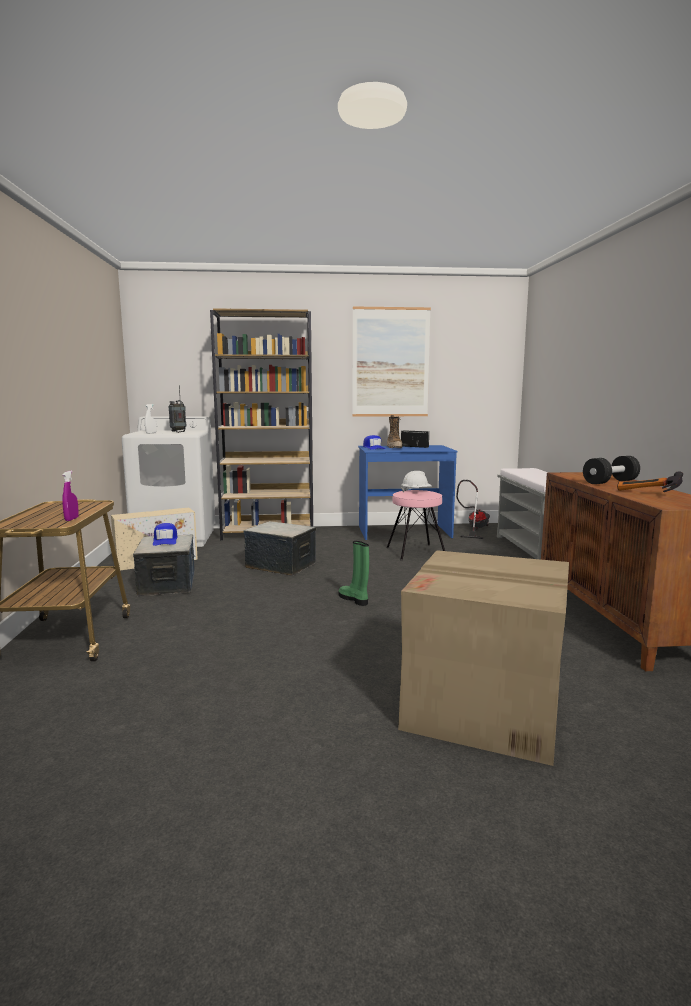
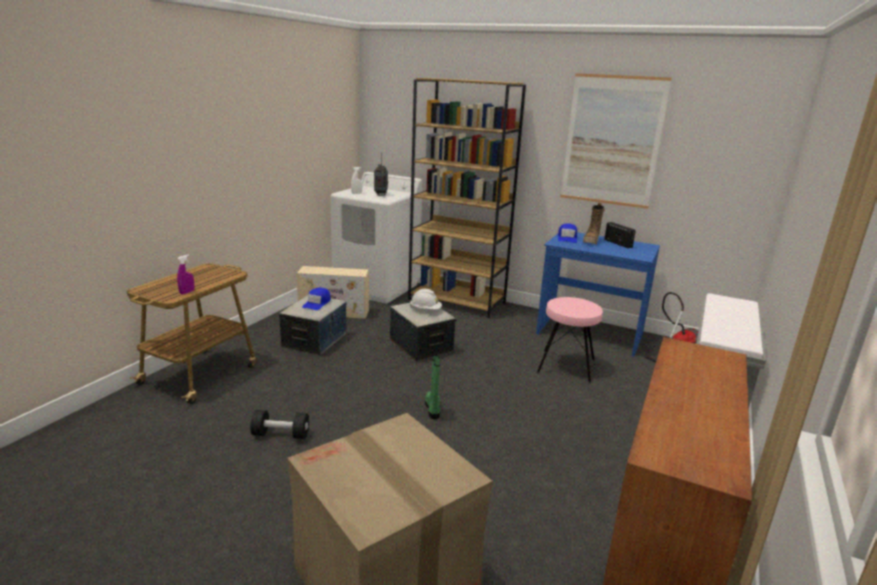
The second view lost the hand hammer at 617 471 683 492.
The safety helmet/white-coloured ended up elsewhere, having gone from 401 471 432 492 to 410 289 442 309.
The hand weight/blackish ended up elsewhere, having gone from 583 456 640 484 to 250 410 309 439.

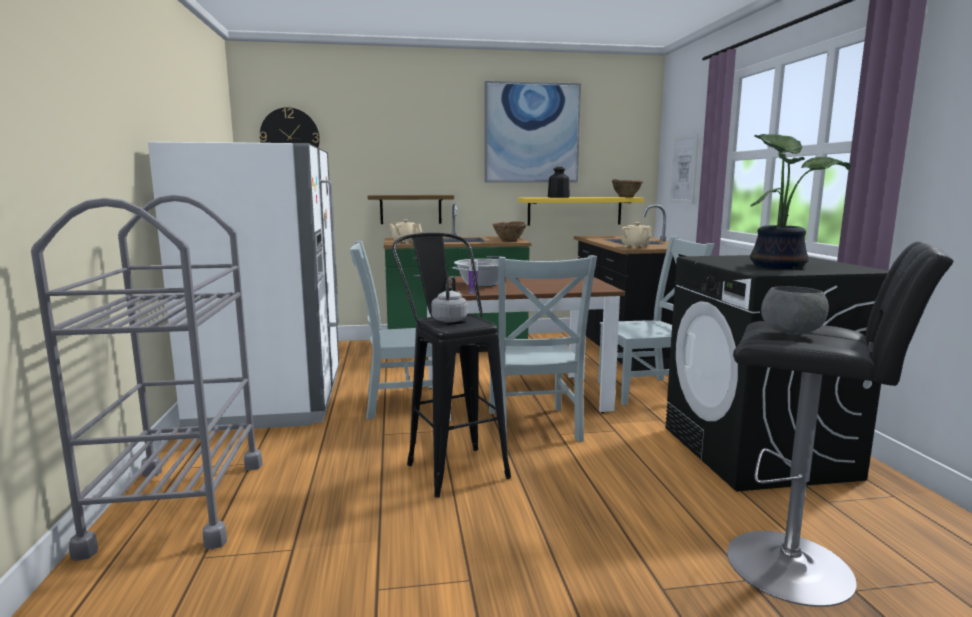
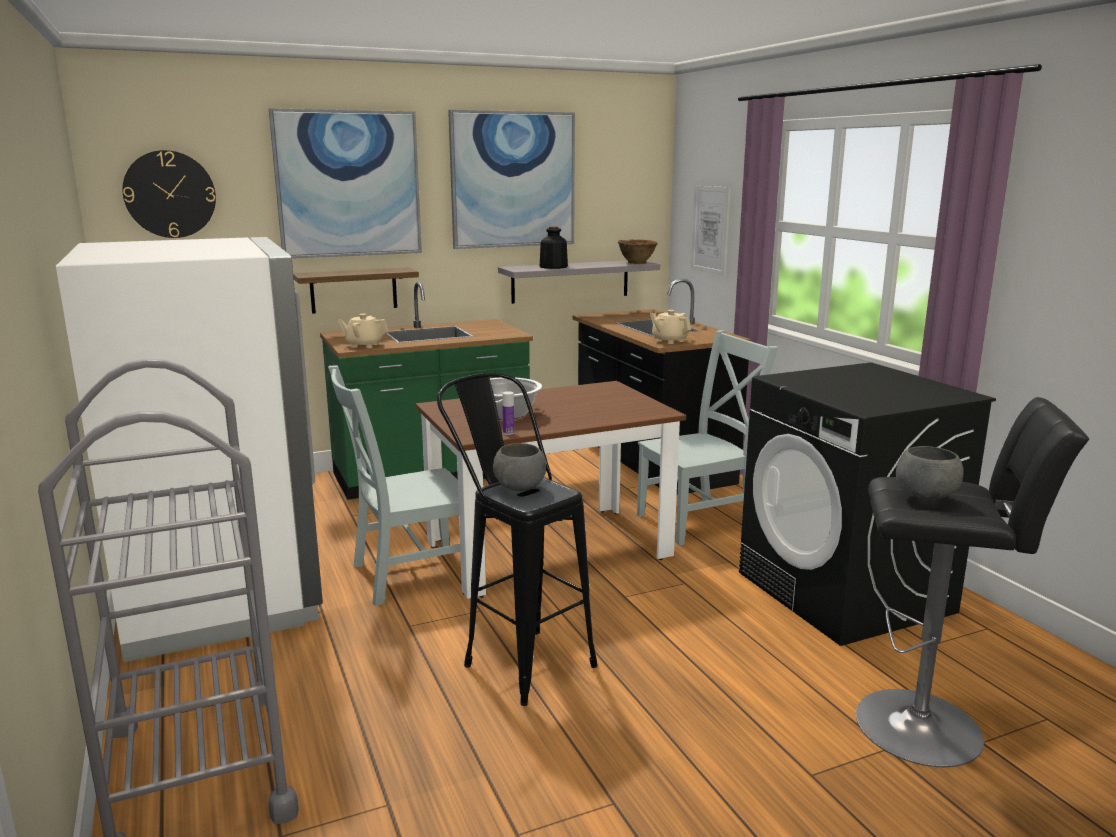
The second view lost the chair/grey at 489 255 597 446.
The second view lost the bowl/brown-coloured at 492 221 526 242.
The second view lost the houseplant at 750 134 851 269.
The second view gained the wall picture at 269 108 422 259.
Where the water kettle/grey stood at 431 276 467 322, the bowl/grey came to stand at 493 443 546 491.
What was the bracket shelf/yellow-coloured at 518 197 644 226 turned into the bracket shelf/grey at 498 260 660 304.

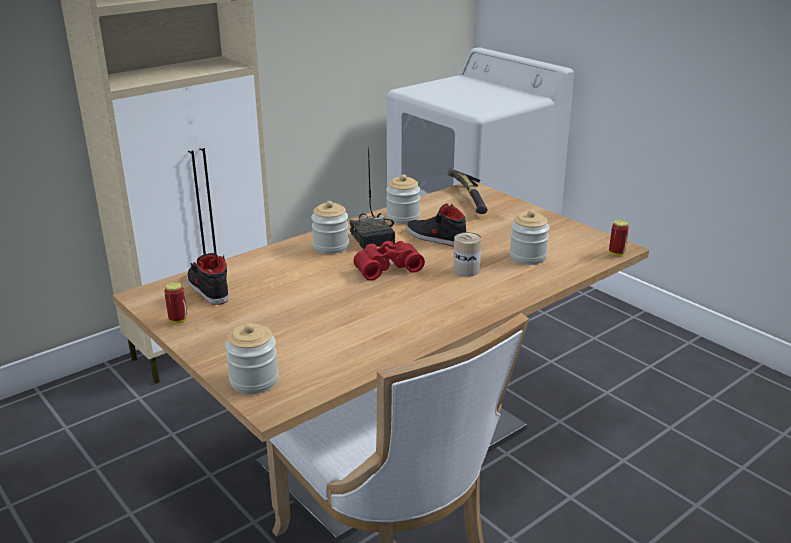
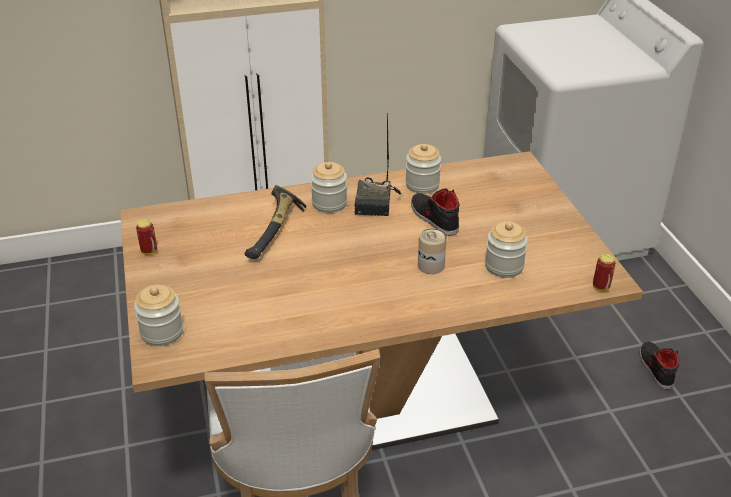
The second view lost the field glasses/red-coloured at 354 241 425 281.
The low shoe/blackish ended up elsewhere, having gone from 187 253 229 305 to 640 342 679 389.
The hand hammer ended up elsewhere, having gone from 447 168 488 214 to 245 185 306 259.

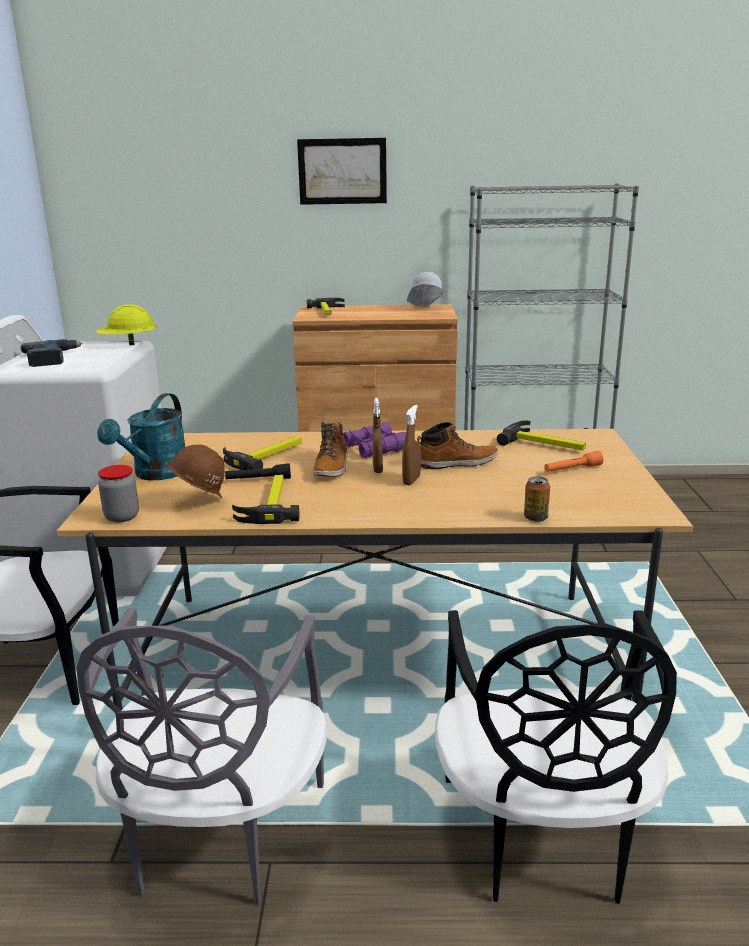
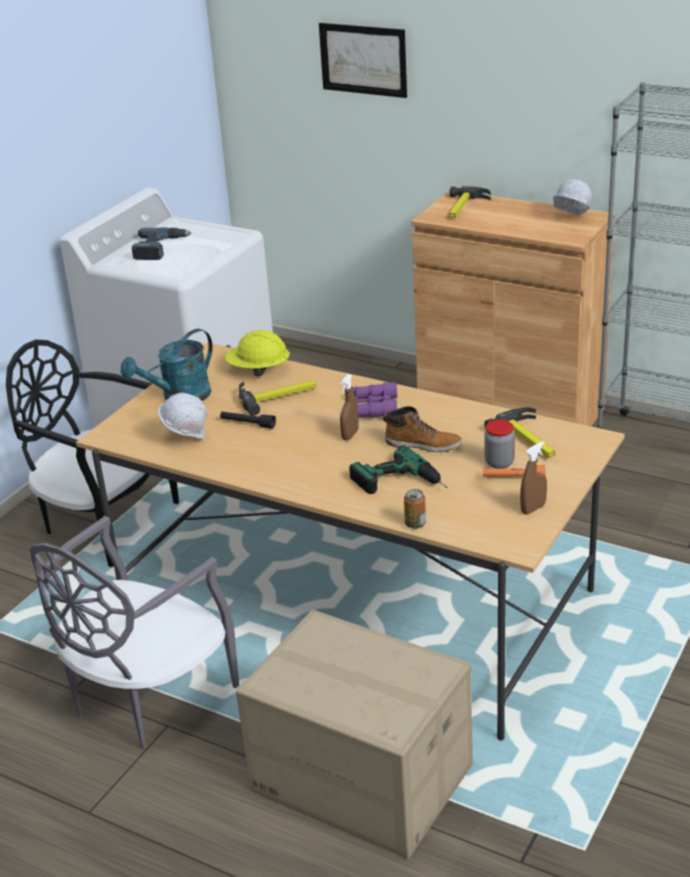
The second view lost the hand hammer at 232 475 299 524.
The second view lost the boot at 313 422 348 477.
The second view gained the drill at 349 445 448 494.
The safety helmet/yellow-coloured ended up elsewhere, having gone from 95 304 157 345 to 225 330 290 376.
The storage jar ended up elsewhere, having gone from 98 465 139 522 to 484 420 515 469.
The wall picture ended up elsewhere, having gone from 297 138 387 205 to 319 23 407 98.
The hand sprayer/brown-coloured ended up elsewhere, having gone from 402 405 421 485 to 520 441 547 514.
Where the chair/blackish stood at 435 610 677 904, the packing box came to stand at 236 610 473 859.
What was the safety helmet/brown-coloured at 167 444 225 499 turned into the safety helmet/white-coloured at 158 393 207 440.

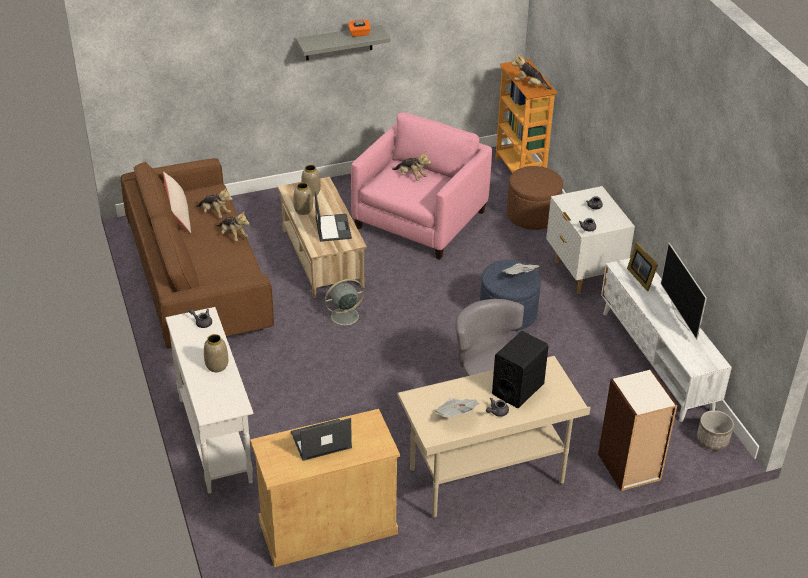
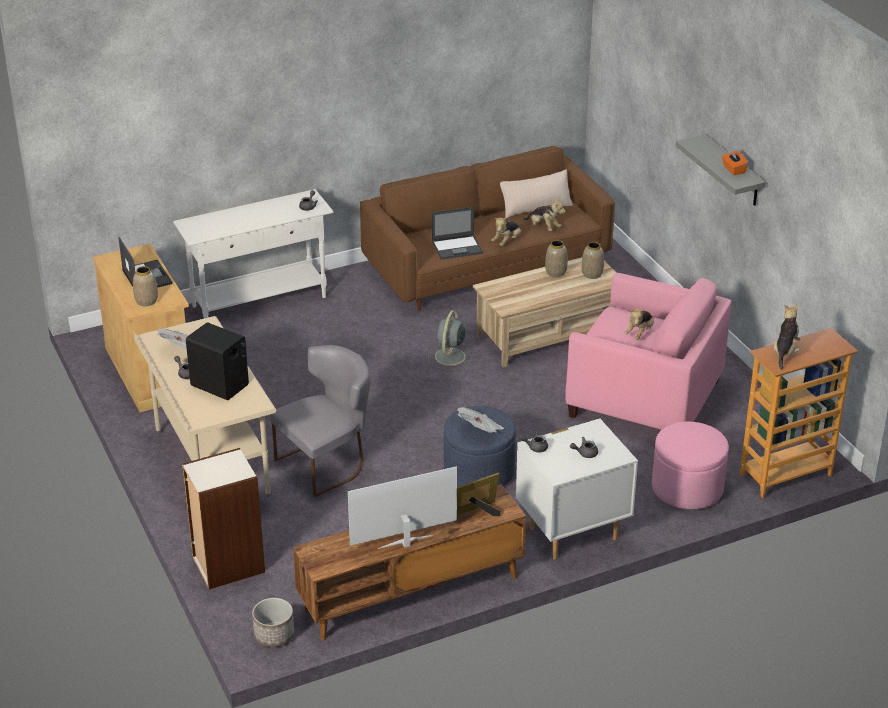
The flower vase ended up elsewhere, having gone from 204 334 228 372 to 133 266 158 306.
The laptop ended up elsewhere, having gone from 315 191 352 242 to 432 207 483 260.
What was the pouffe/brown-coloured at 507 166 563 230 turned into the pouffe/pinkish at 652 422 729 509.
What was the tv stand/white-coloured at 601 258 732 422 turned into the tv stand/brown-coloured at 293 484 526 640.
The soft toy at 195 188 233 218 ended up facing another way, 75 degrees counterclockwise from before.
The cooling fan/grey at 324 279 368 331 ended up facing another way, 135 degrees counterclockwise from before.

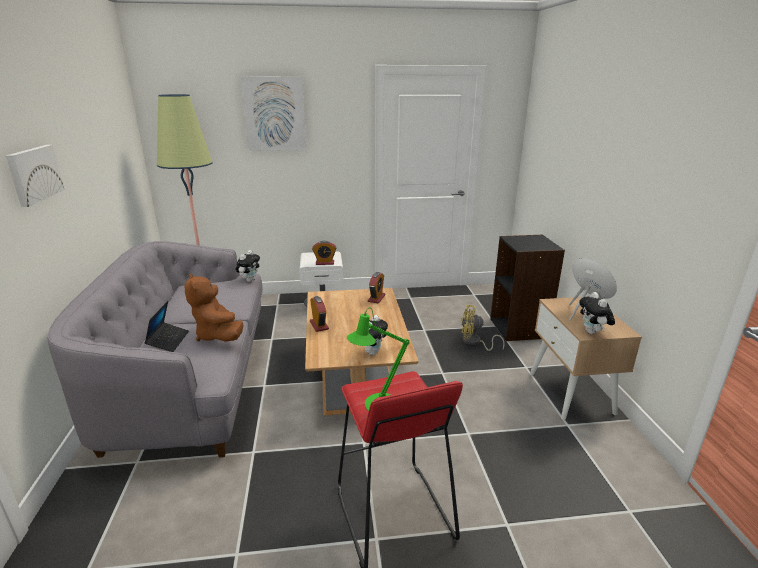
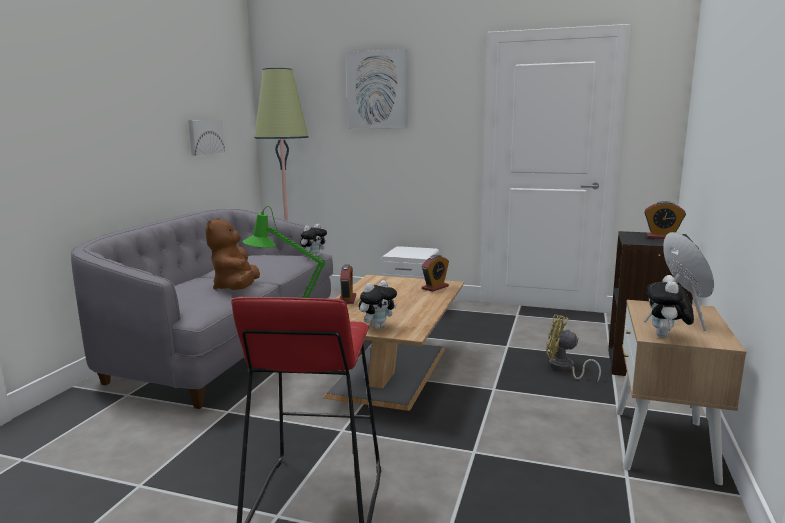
The second view lost the laptop at 144 301 189 352.
The wall picture ended up elsewhere, having gone from 6 145 65 207 to 188 120 225 156.
The bedside clock ended up elsewhere, having gone from 312 241 336 265 to 644 201 686 239.

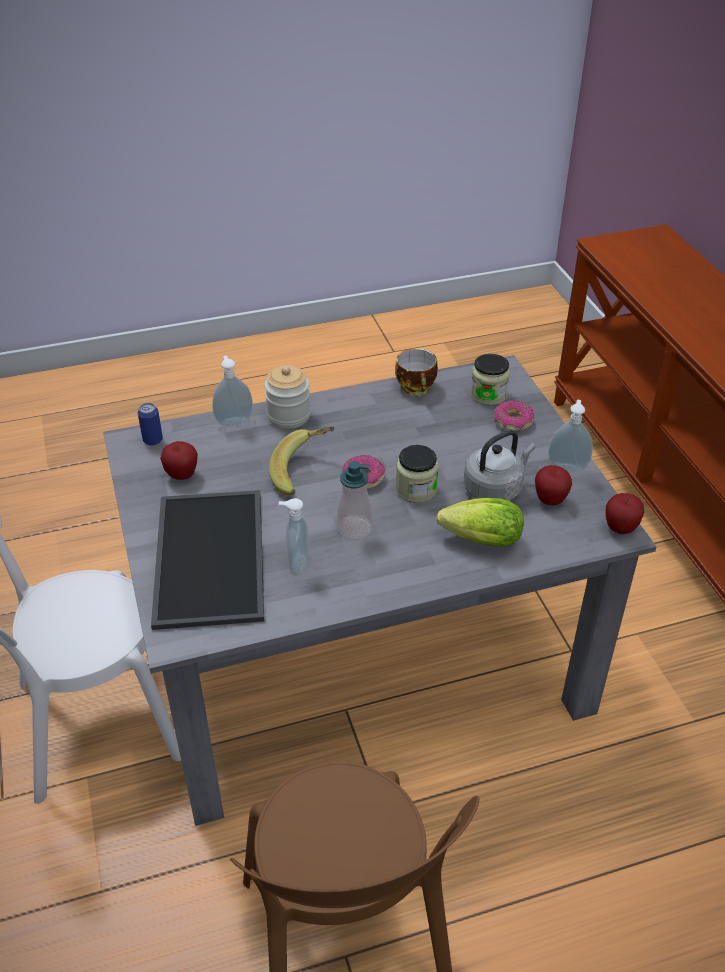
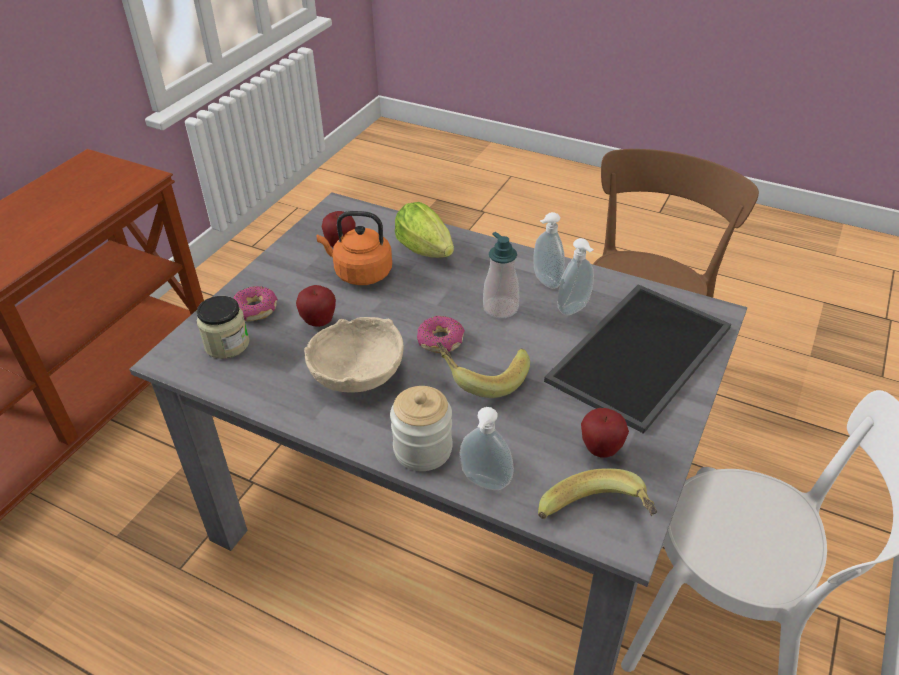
The second view lost the drinking cup at 395 348 438 395.
The second view lost the storage jar at 396 445 439 503.
The second view gained the bowl/beige at 304 317 403 392.
The soap bottle ended up elsewhere, having gone from 548 400 593 473 to 533 212 565 289.
The apple fruit ended up elsewhere, having gone from 605 493 644 534 to 296 285 336 327.
Where the can stood at 138 402 163 446, the whole banana came to stand at 538 468 657 519.
What was the water kettle/grey at 464 430 536 501 turned into the water kettle/orangey at 317 211 392 285.

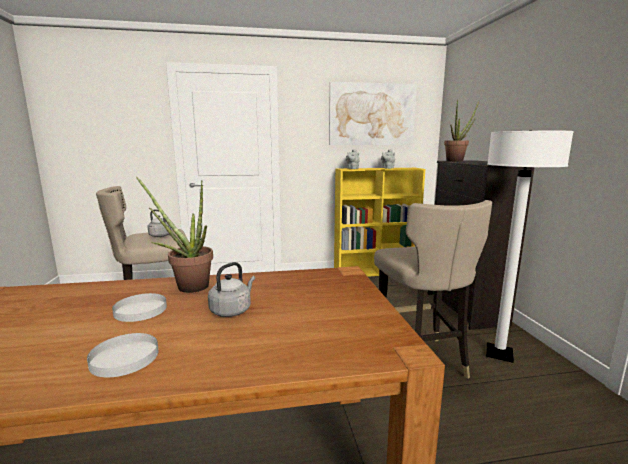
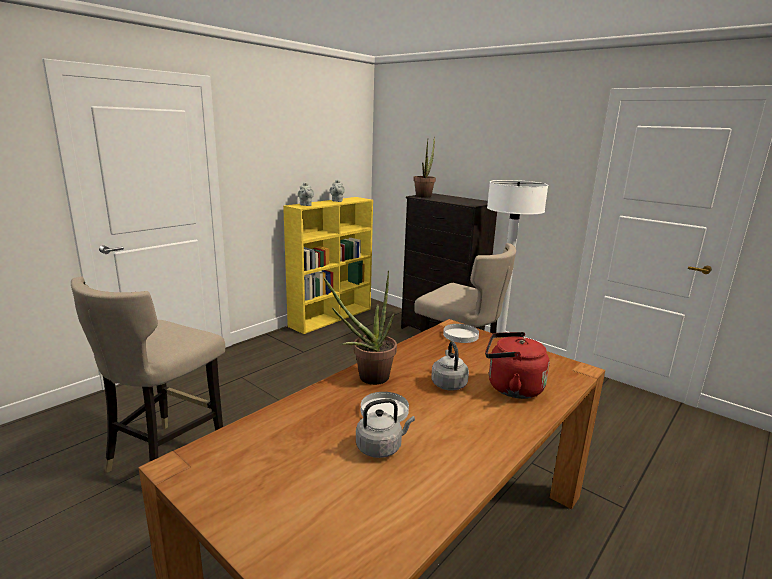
The second view lost the wall picture at 329 82 417 145.
The second view gained the water kettle/red-coloured at 485 332 550 399.
The flat dish/white-coloured ended up elsewhere, having gone from 87 333 159 377 to 443 324 479 343.
The water kettle/grey ended up elsewhere, having gone from 148 209 172 237 to 356 399 415 458.

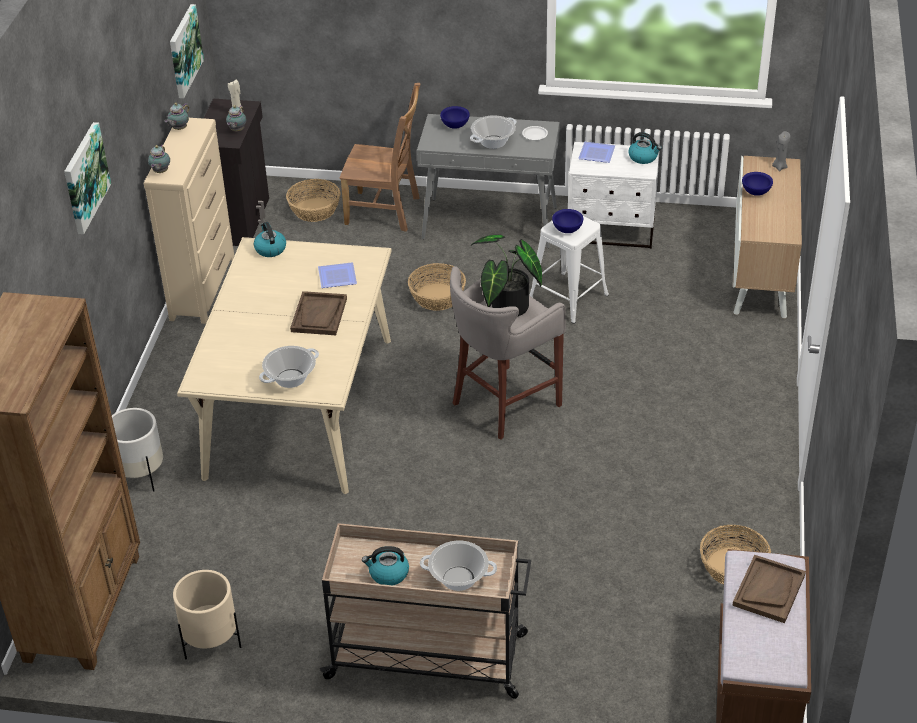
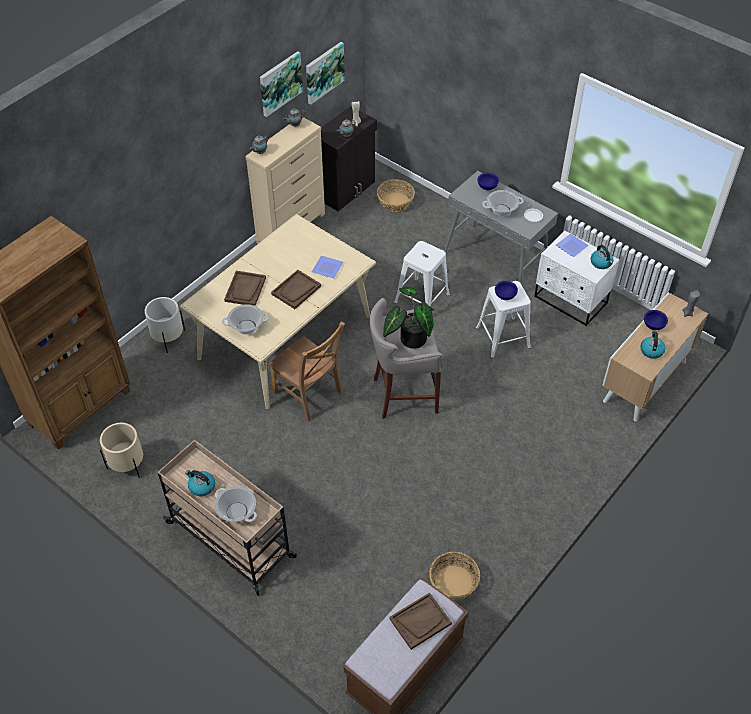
The second view gained the tray/brown-coloured at 224 271 266 306.
The wall picture ended up elsewhere, having gone from 64 122 111 234 to 260 51 303 117.
The water kettle ended up elsewhere, having gone from 254 222 286 257 to 640 330 665 359.
The chair/brown-coloured ended up elsewhere, having gone from 340 83 420 232 to 268 322 345 421.
Where the storage basket stood at 408 263 466 311, the stool/white-coloured came to stand at 394 241 450 307.

